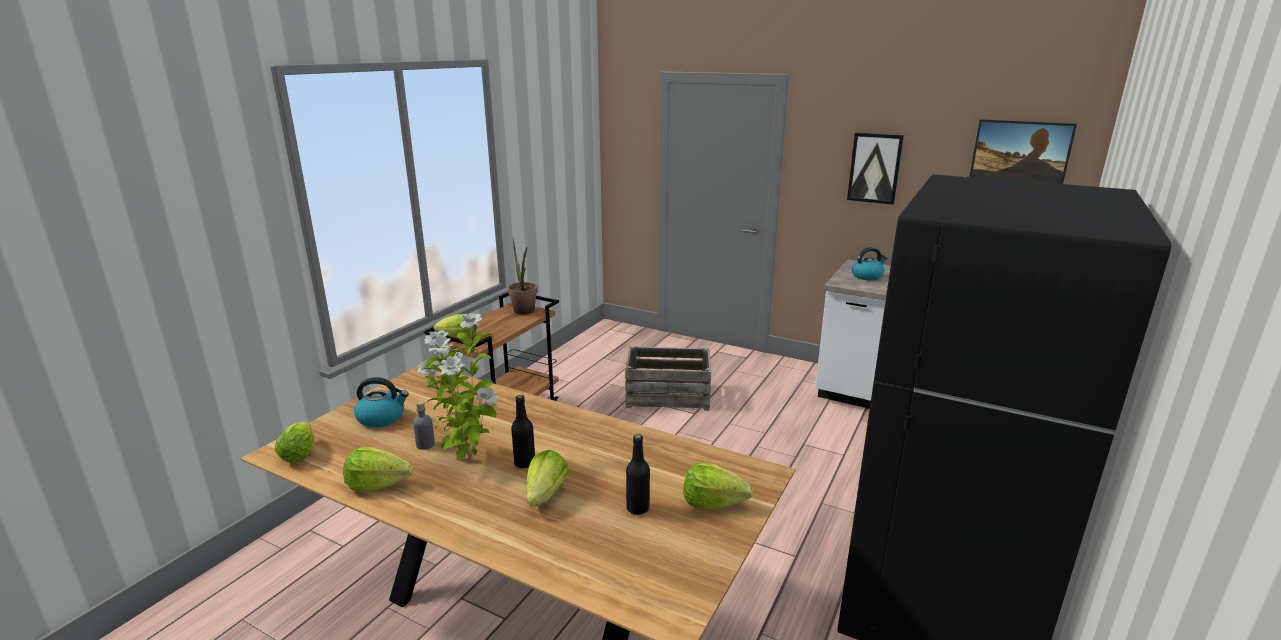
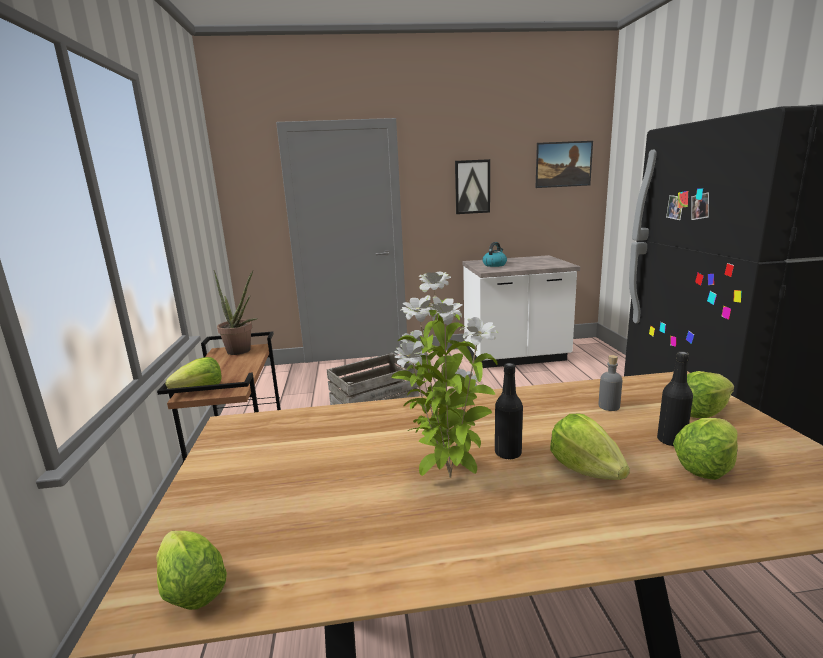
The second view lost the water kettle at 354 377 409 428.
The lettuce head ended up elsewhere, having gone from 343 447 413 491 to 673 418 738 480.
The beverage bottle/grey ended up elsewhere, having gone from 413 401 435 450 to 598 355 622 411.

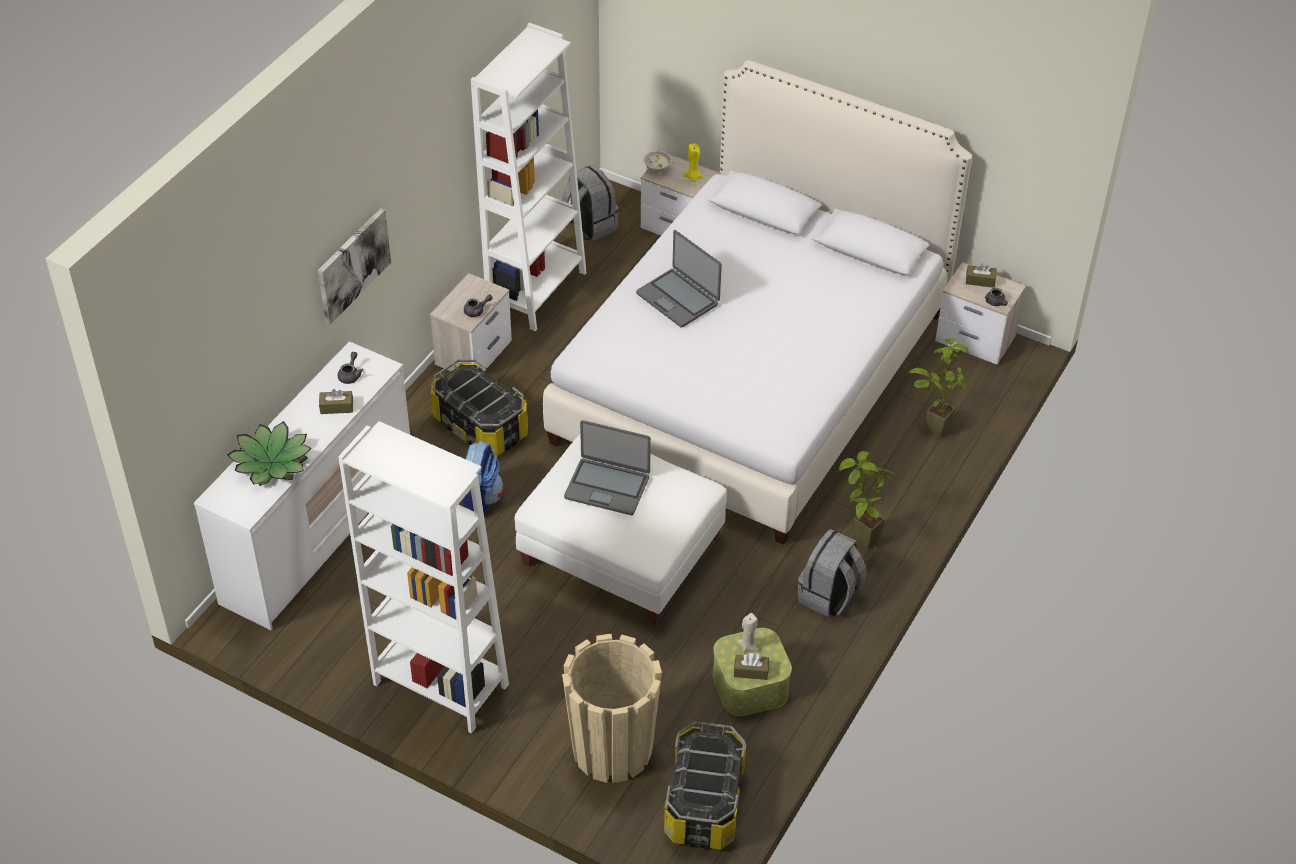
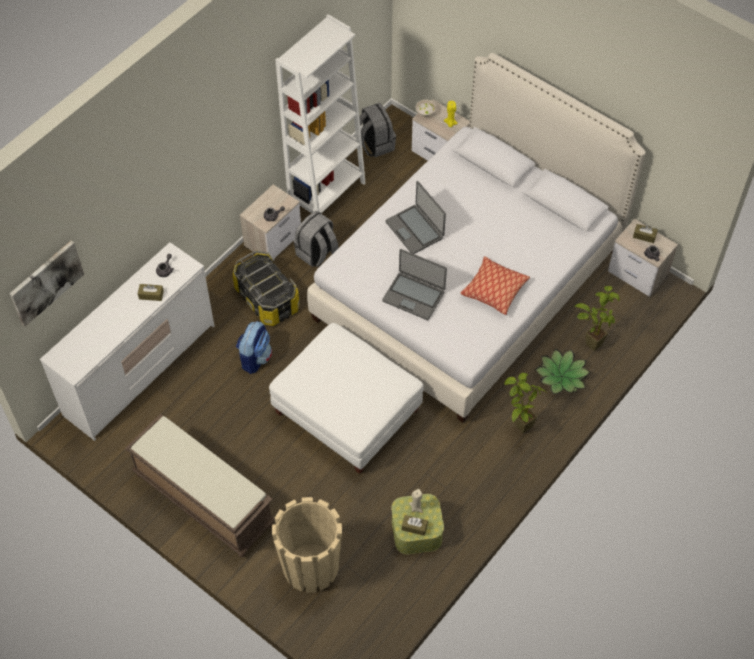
The second view lost the storage container at 664 722 746 849.
The second view gained the throw pillow at 460 256 530 315.
The houseplant ended up elsewhere, having gone from 227 421 311 486 to 535 349 590 394.
The wall picture ended up elsewhere, having gone from 318 208 391 325 to 9 241 84 327.
The laptop ended up elsewhere, having gone from 564 420 651 515 to 382 249 447 320.
The rucksack/grey ended up elsewhere, having gone from 798 529 867 617 to 294 211 339 267.
Where the shelving unit/white-coloured stood at 338 421 509 734, the long seat/brown-coloured came to stand at 125 414 275 557.

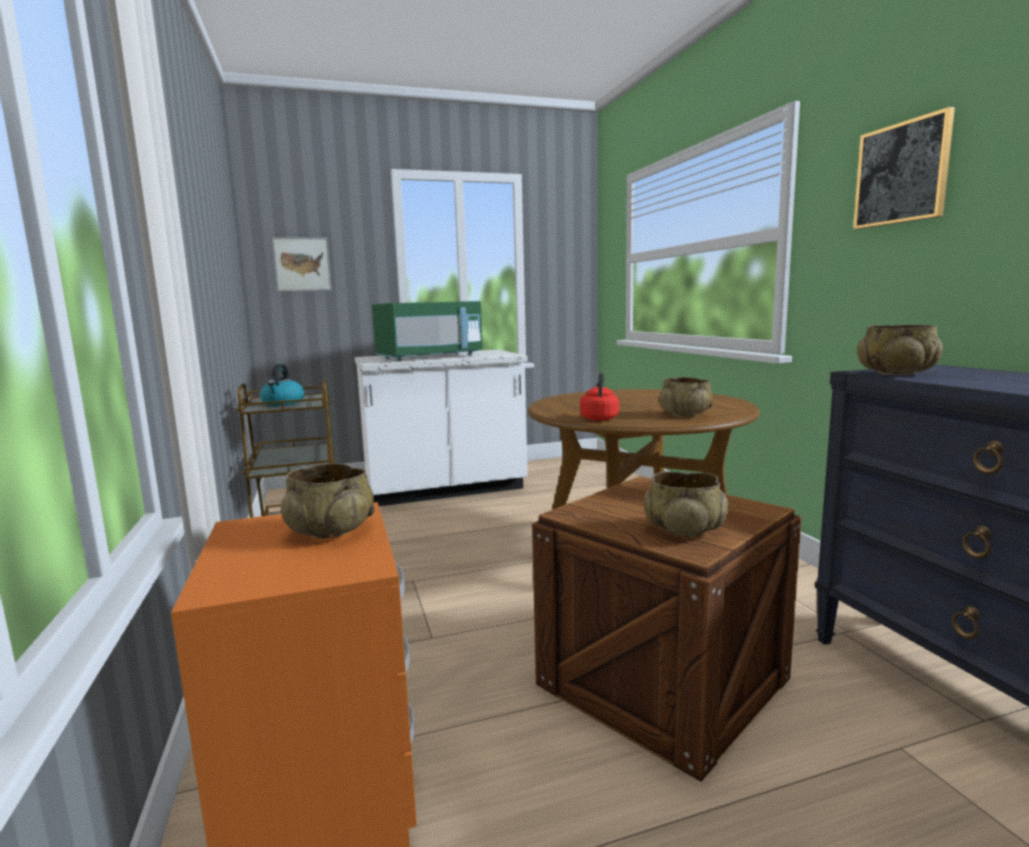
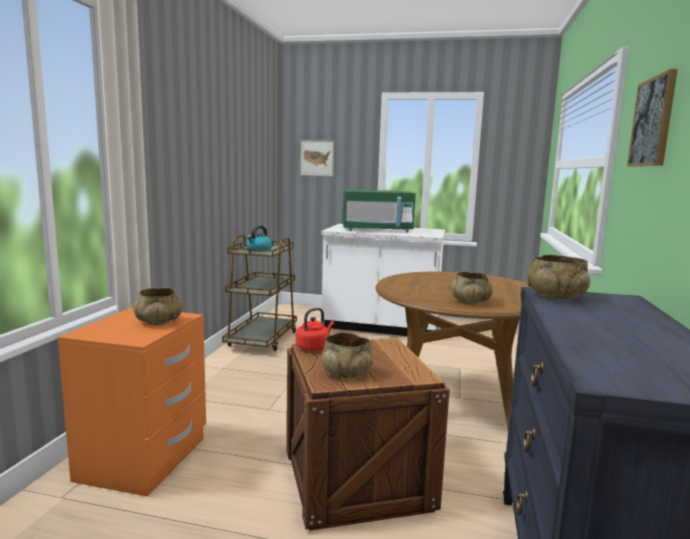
The water kettle/red-coloured ended up elsewhere, having gone from 580 371 619 421 to 296 308 334 351.

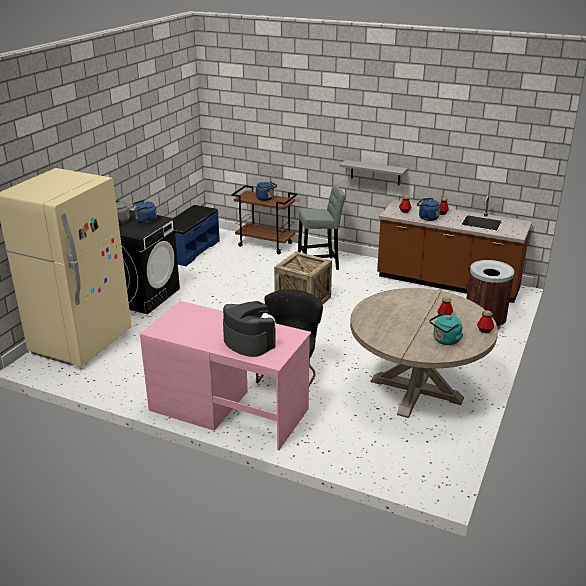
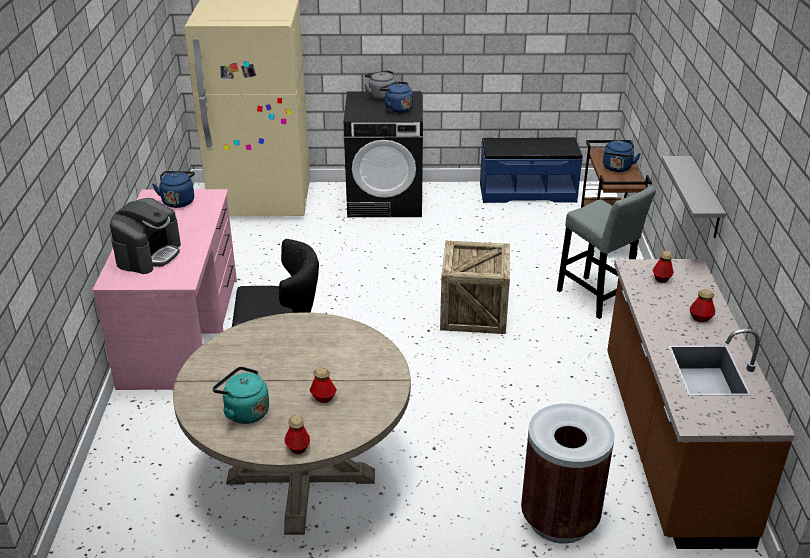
The water kettle/blue ended up elsewhere, having gone from 417 198 440 221 to 152 171 195 208.

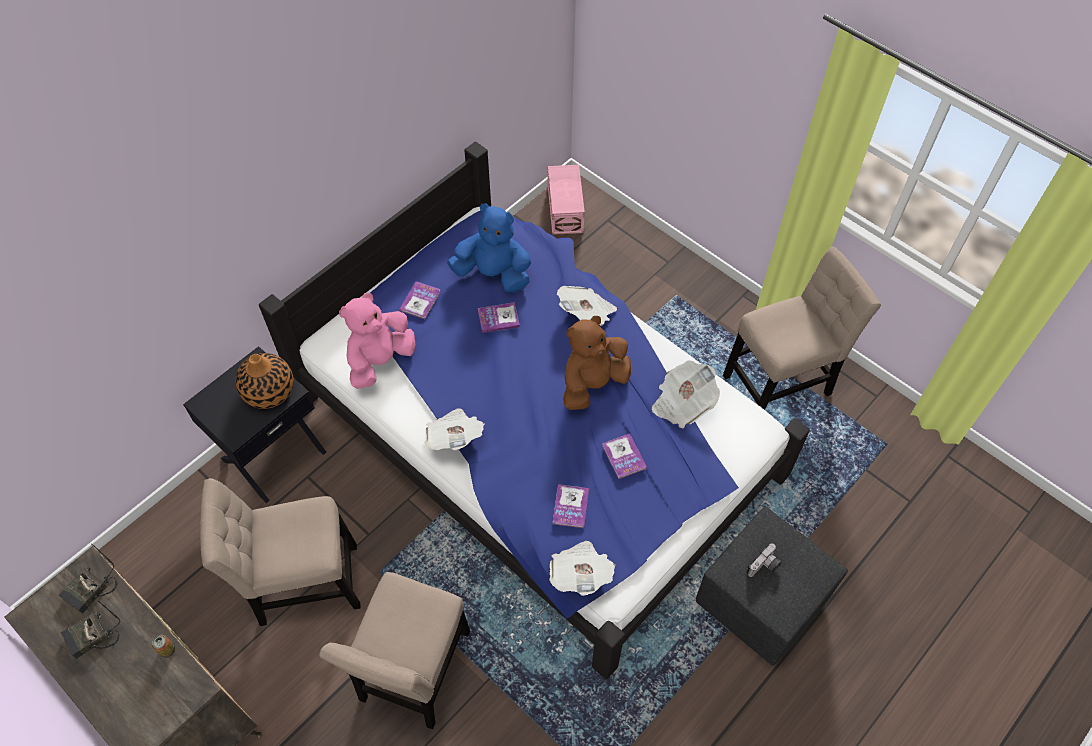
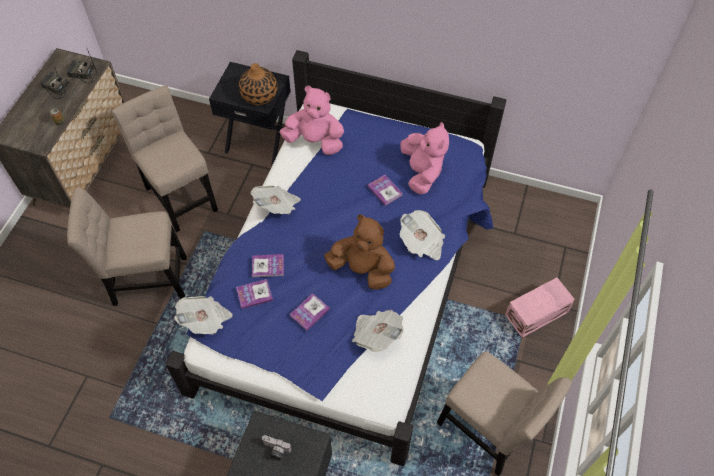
The volume ended up elsewhere, having gone from 400 281 441 319 to 252 254 284 277.
The storage container/pinkish ended up elsewhere, having gone from 548 165 585 235 to 505 278 575 338.
What was the soft toy/blue at 447 204 531 292 turned into the soft toy/pinkish at 400 122 449 194.

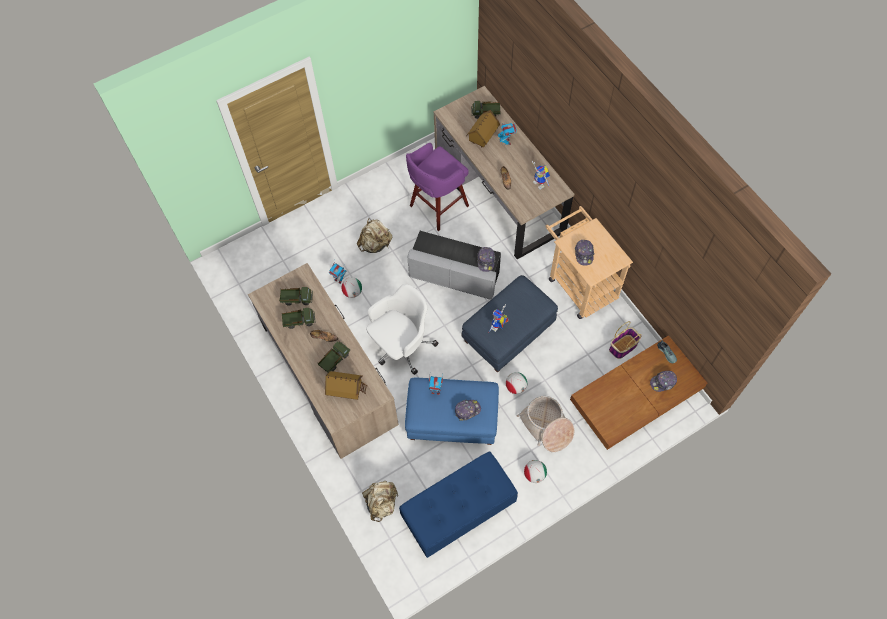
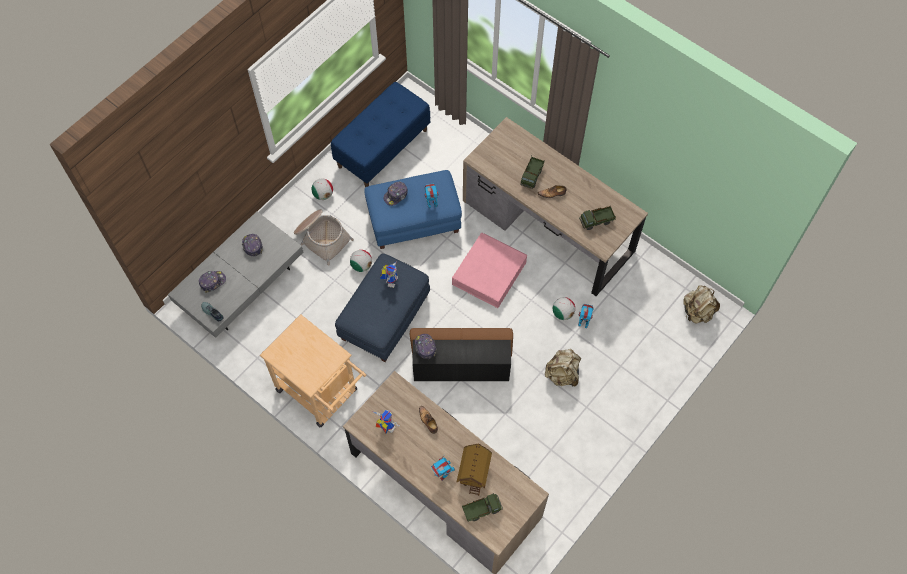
The second view lost the toy lorry at 282 308 315 329.
The second view lost the toy house at 325 371 368 400.
The second view lost the stool/purplish at 406 143 469 231.
The second view lost the storage basket at 609 321 642 359.
The rucksack/beige ended up elsewhere, having gone from 362 481 398 522 to 683 285 720 323.
The baseball cap ended up elsewhere, having gone from 575 240 595 265 to 242 234 263 256.
Where the office chair/white-coloured stood at 366 284 439 375, the storage container/pinkish came to stand at 452 233 527 308.
What was the pouffe/grey at 408 231 501 299 turned into the pouffe/brown-coloured at 410 328 513 381.
What was the low table/brown-coloured at 570 335 707 450 turned into the low table/grey at 168 211 303 338.

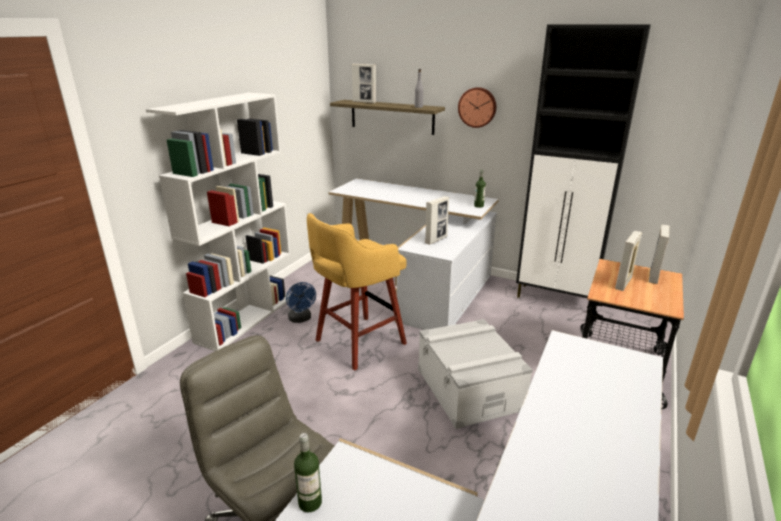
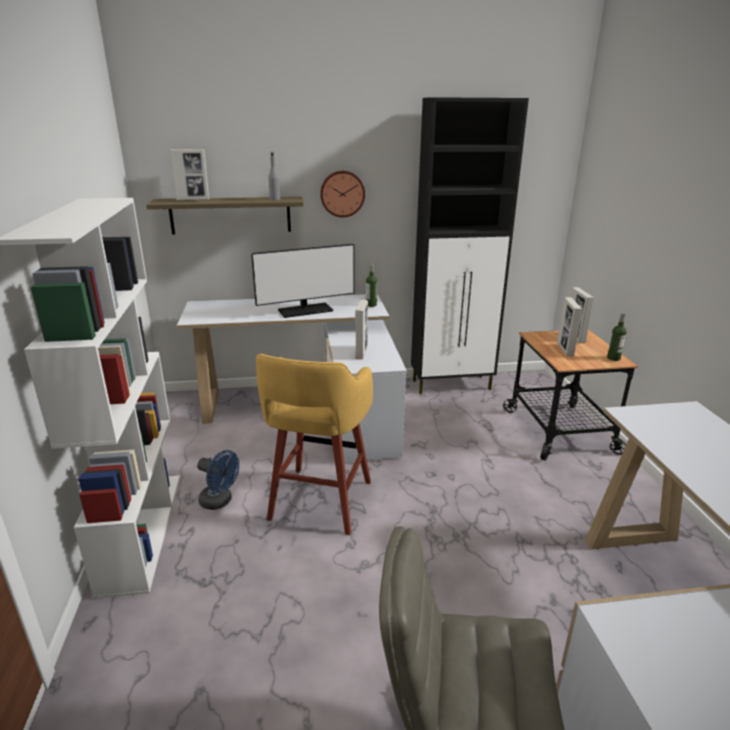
The second view lost the storage container/grey at 418 319 533 429.
The second view gained the computer screen at 251 244 355 318.
The beverage bottle ended up elsewhere, having gone from 294 433 322 512 to 607 312 627 361.

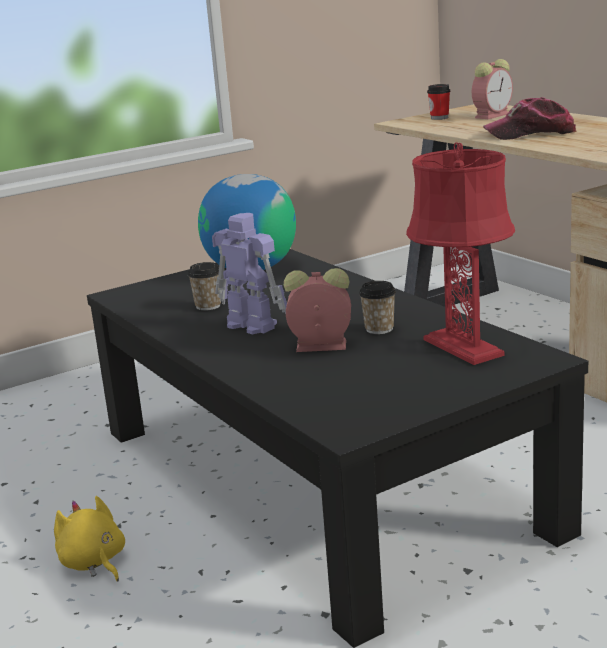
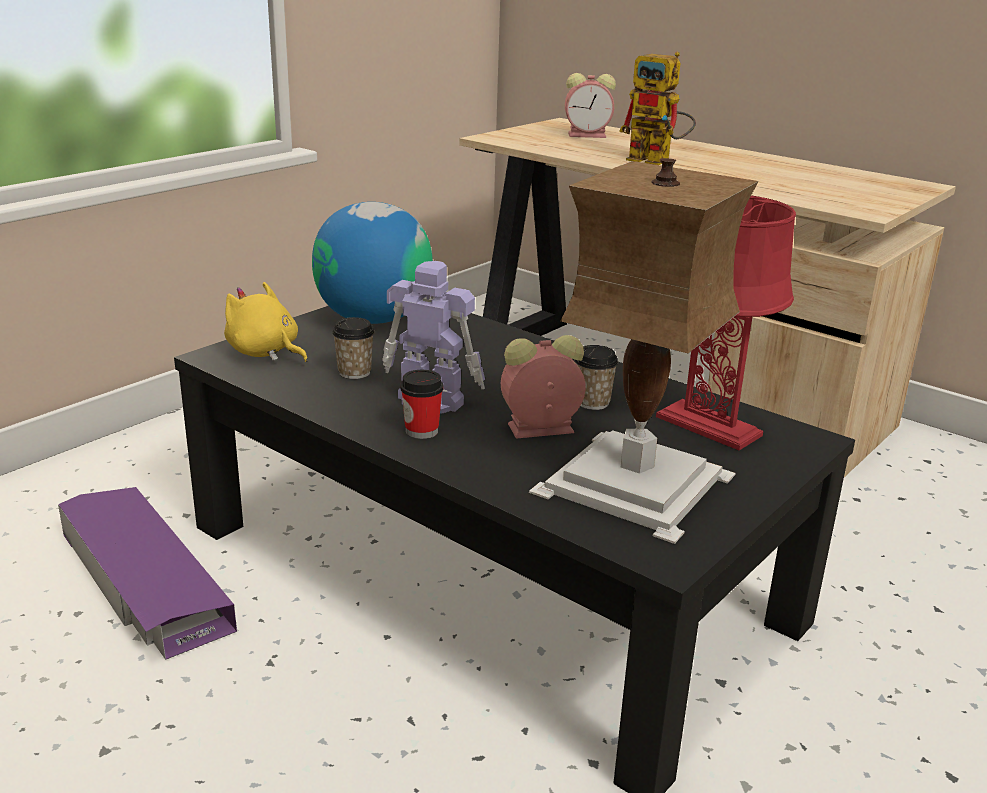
The second view gained the storage container/purplish at 58 487 238 660.
The second view gained the lamp for a table at 529 158 759 544.
The soft toy/yellow-coloured ended up elsewhere, having gone from 54 496 125 581 to 224 282 308 362.
The drinking cup ended up elsewhere, having gone from 427 84 450 120 to 400 370 443 439.
Where the baseball cap stood at 483 97 576 140, the toy robot came to stand at 619 51 696 165.
The bedside clock at 472 59 513 119 ended up facing another way, 60 degrees clockwise from before.

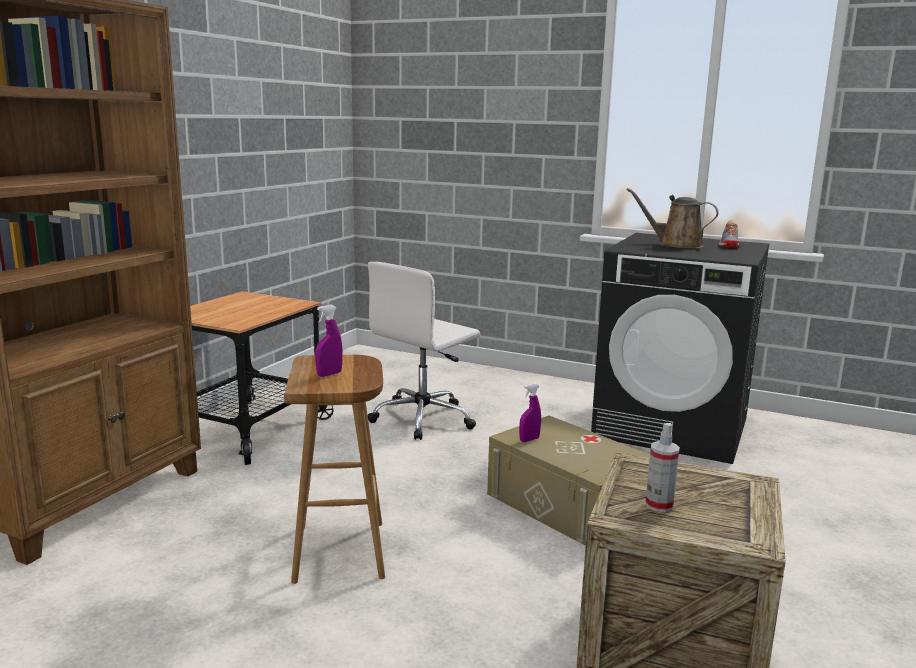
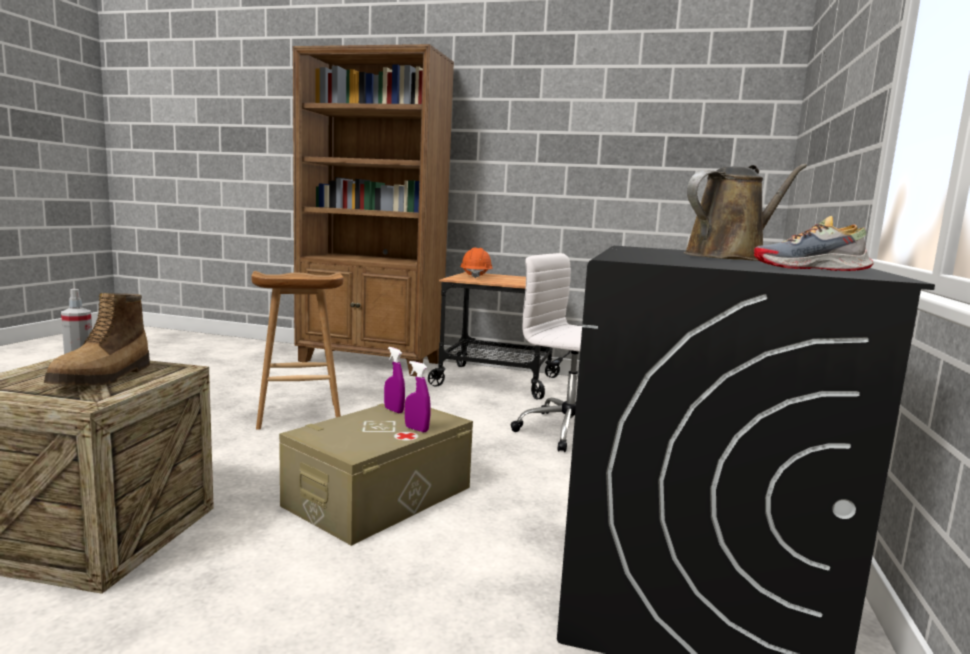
The second view gained the boot at 44 293 150 385.
The second view gained the safety helmet/orangey at 460 247 493 279.
The hand sprayer/purplish ended up elsewhere, having gone from 315 305 343 377 to 405 361 431 432.
The watering can/brown-coloured at 626 188 718 248 ended up facing another way, 45 degrees clockwise from before.

